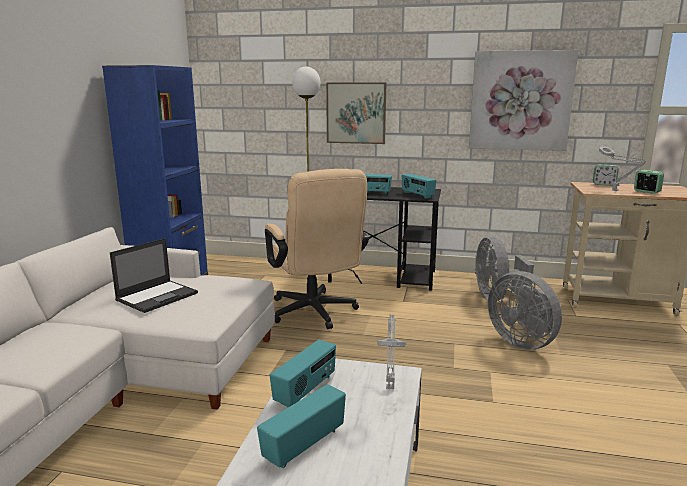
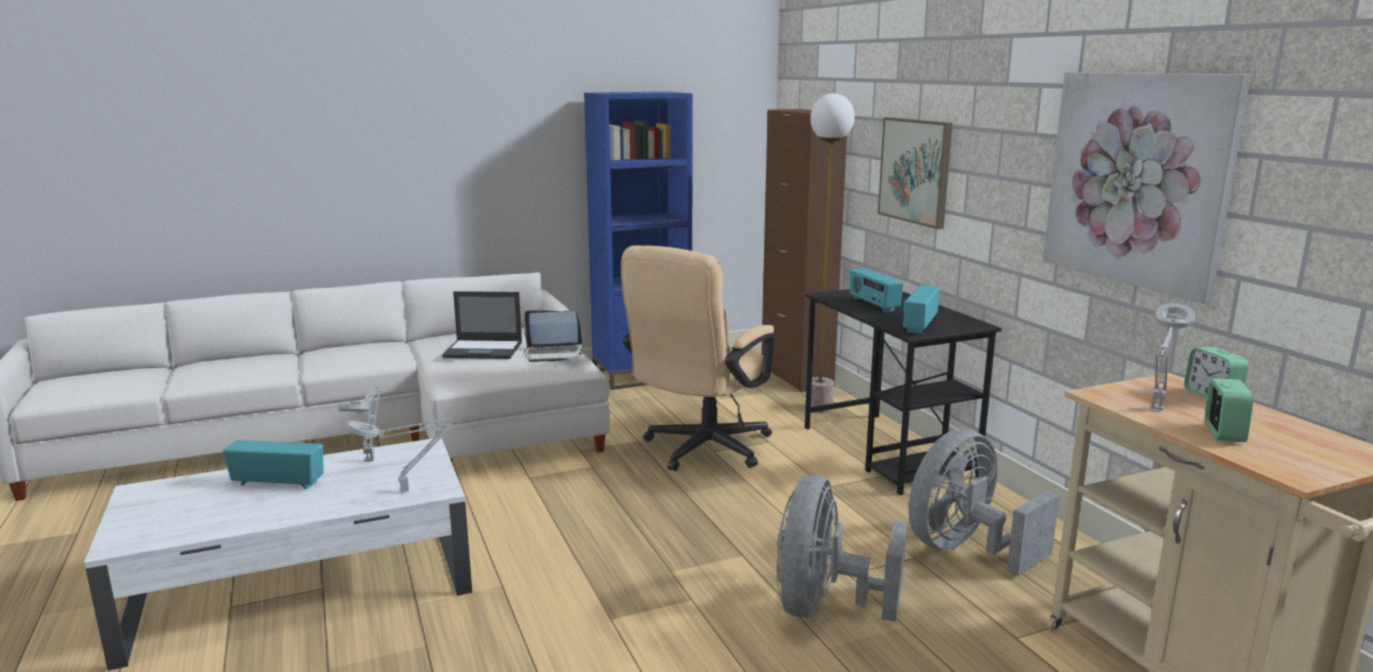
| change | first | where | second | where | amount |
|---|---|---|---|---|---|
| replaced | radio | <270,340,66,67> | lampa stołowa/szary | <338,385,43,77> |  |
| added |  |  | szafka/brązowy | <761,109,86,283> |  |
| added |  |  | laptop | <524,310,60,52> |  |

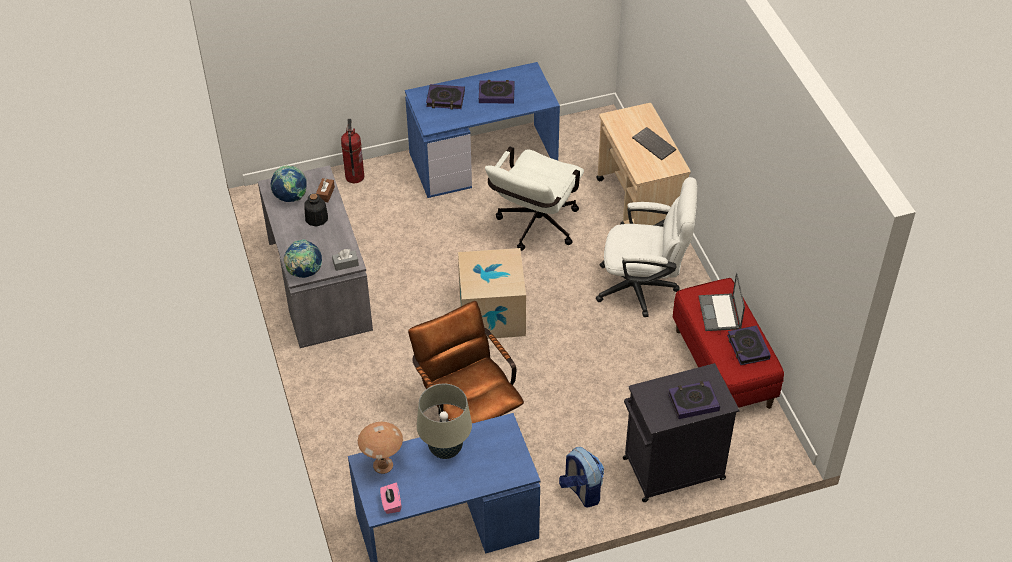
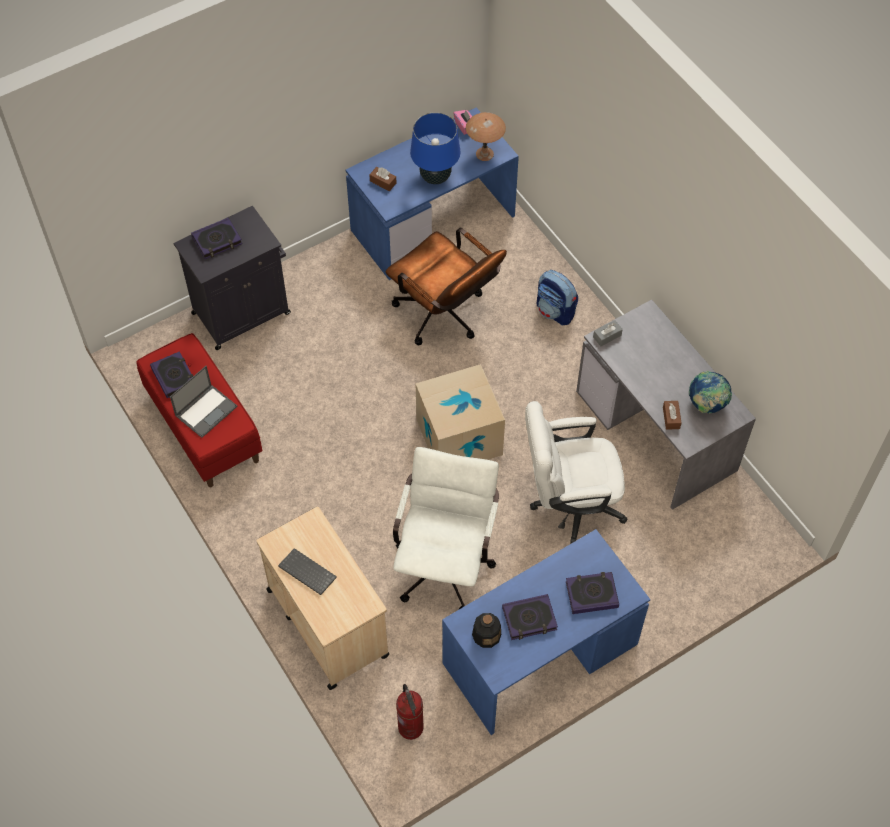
| change | first | where | second | where | amount |
|---|---|---|---|---|---|
| moved | gaśnica | <341,119,23,64> |  | <396,684,28,56> |  |
| moved | krzesło biurowe/biały | <596,177,101,140> |  | <525,401,103,142> |  |
| moved | butelka | <304,194,24,33> |  | <472,613,29,35> |  |
| removed | globus | <284,239,38,39> |  |  |  |
| turned | laptop | <699,273,46,58> |  | <170,366,67,72> | 60 degrees clockwise |
| recoloured | lampa stołowa/beżowy | <417,384,55,75> | lampa stołowa/niebieski | <410,112,50,72> |  |
| moved | plecak | <559,447,45,61> |  | <537,270,41,55> |  |
| added |  |  | pudełko chusteczek/brązowy | <369,167,27,24> |  |

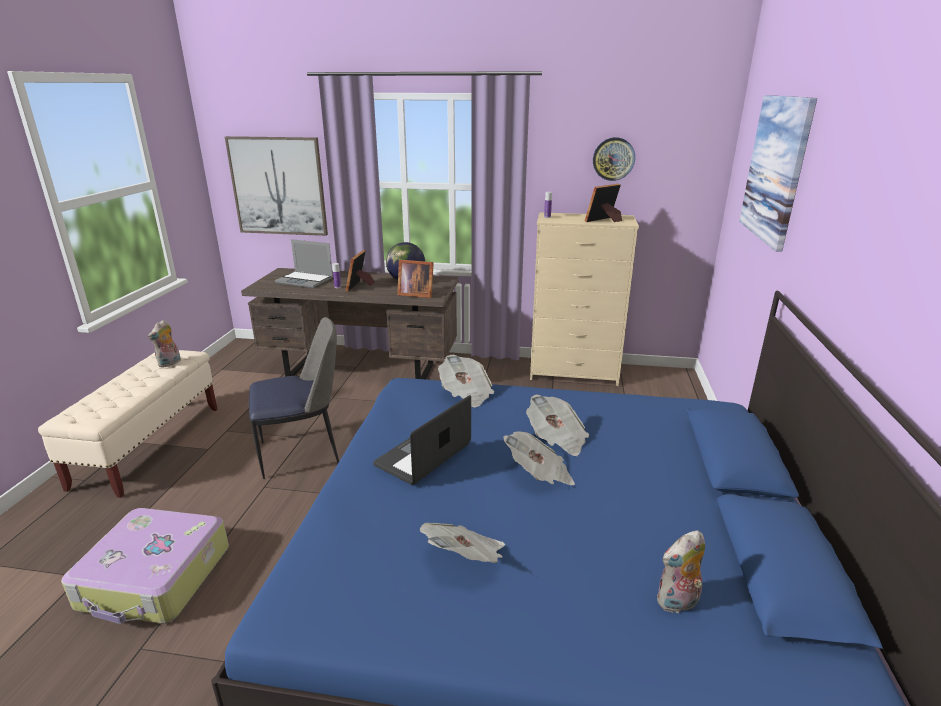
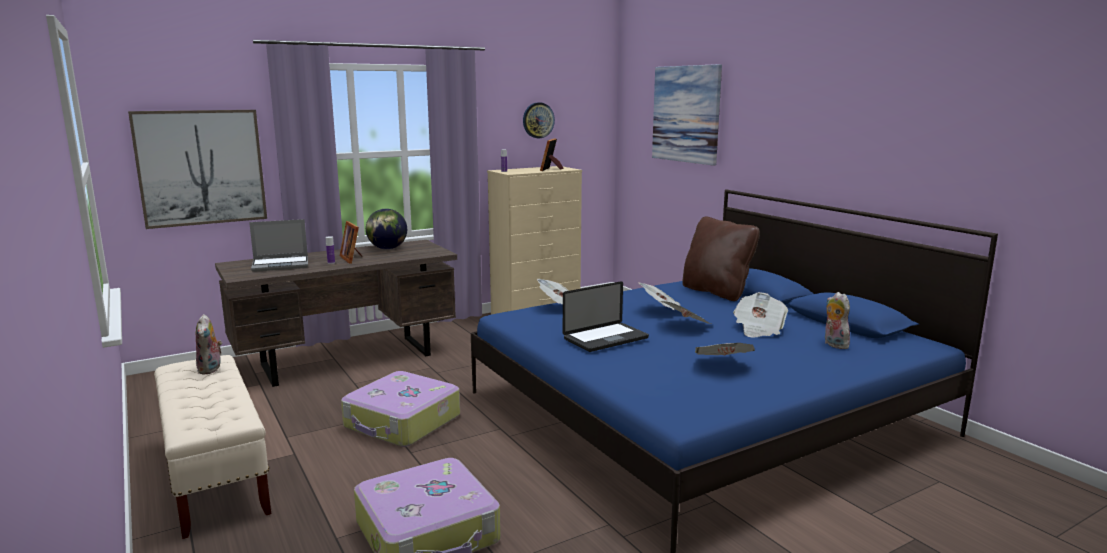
| change | first | where | second | where | amount |
|---|---|---|---|---|---|
| removed | ramka na zdjęcie | <397,260,37,38> |  |  |  |
| replaced | krzesło | <249,317,90,162> | walizka | <341,371,119,76> |  |
| turned | laptop | <373,395,98,90> |  | <563,281,86,71> | 120 degrees counterclockwise |
| turned | pluszak | <657,530,48,83> |  | <824,292,26,57> | 135 degrees clockwise |
| added |  |  | poduszka/brązowy | <683,216,77,85> |  |
| added |  |  | gazeta | <733,292,55,46> |  |

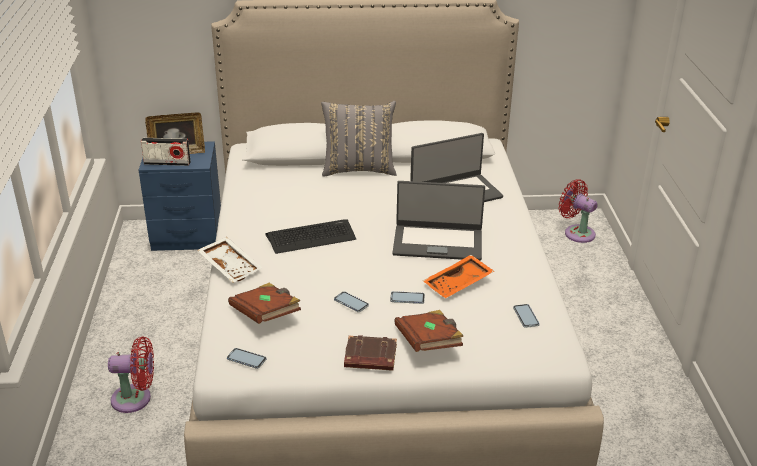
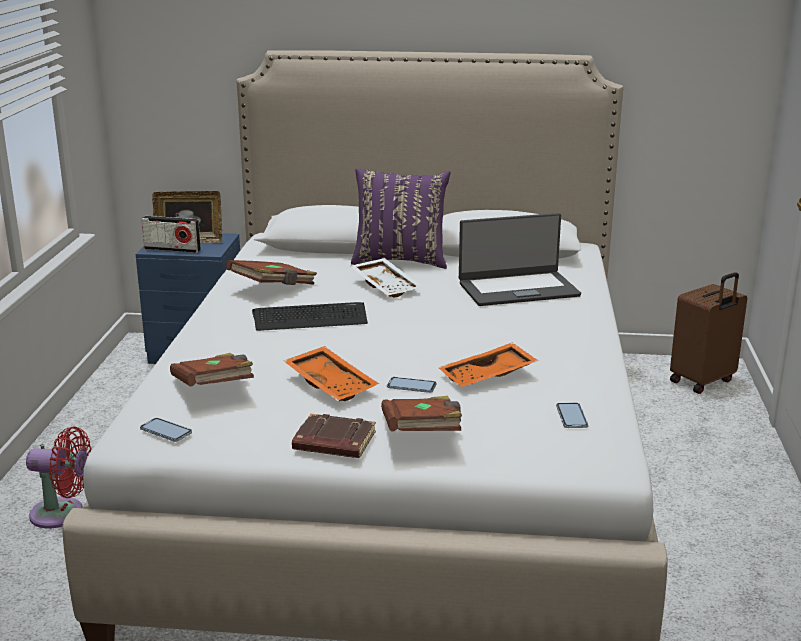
| change | first | where | second | where | amount |
|---|---|---|---|---|---|
| recoloured | poduszka/szary | <321,101,76,76> | poduszka/fioletowy | <351,168,99,101> |  |
| replaced | wentylator/czerwony | <559,179,39,64> | walizka/brązowy | <670,272,77,122> |  |
| removed | laptop | <392,181,93,80> |  |  |  |
| moved | taca/biały | <197,237,66,46> |  | <350,258,72,40> |  |
| replaced | telefon | <334,291,35,21> | taca/pomarańczowy | <284,346,95,55> |  |
| added |  |  | książka/brązowy | <226,260,91,25> |  |

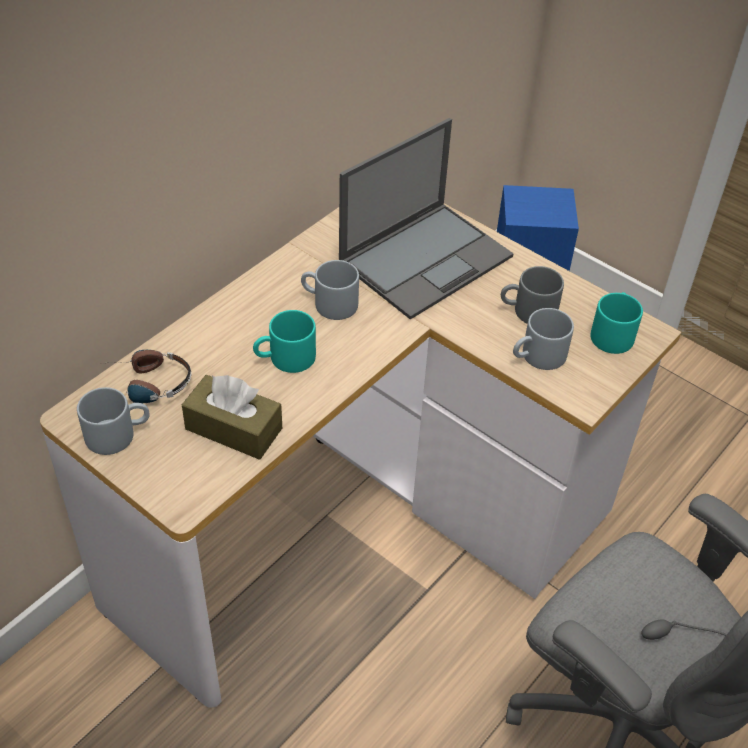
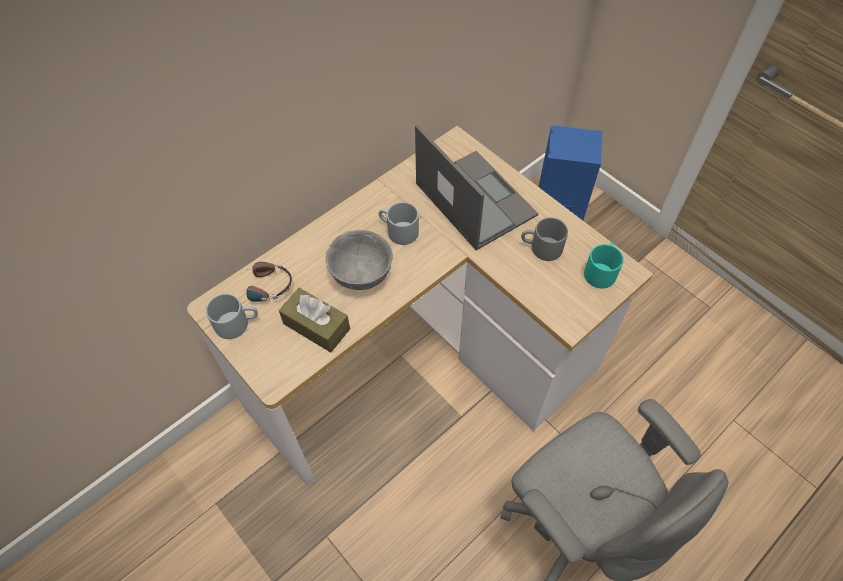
| change | first | where | second | where | amount |
|---|---|---|---|---|---|
| turned | laptop | <339,118,175,202> |  | <415,125,124,125> | 90 degrees counterclockwise |
| removed | kubek/szary | <513,308,61,62> |  |  |  |
| replaced | kubek/turkusowy | <253,310,63,63> | miska/szary | <326,230,67,60> |  |

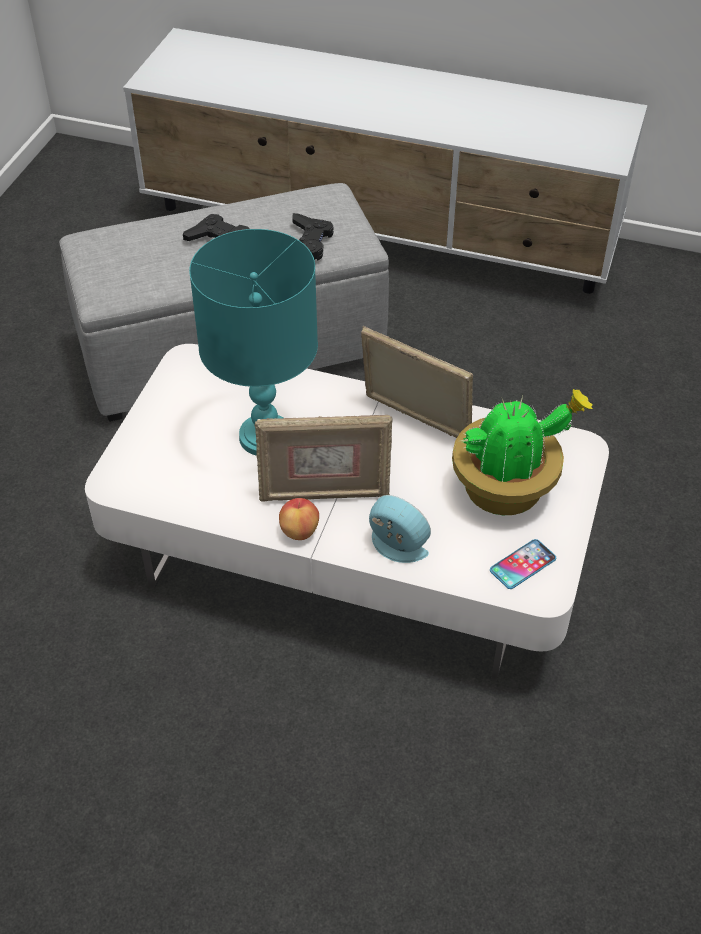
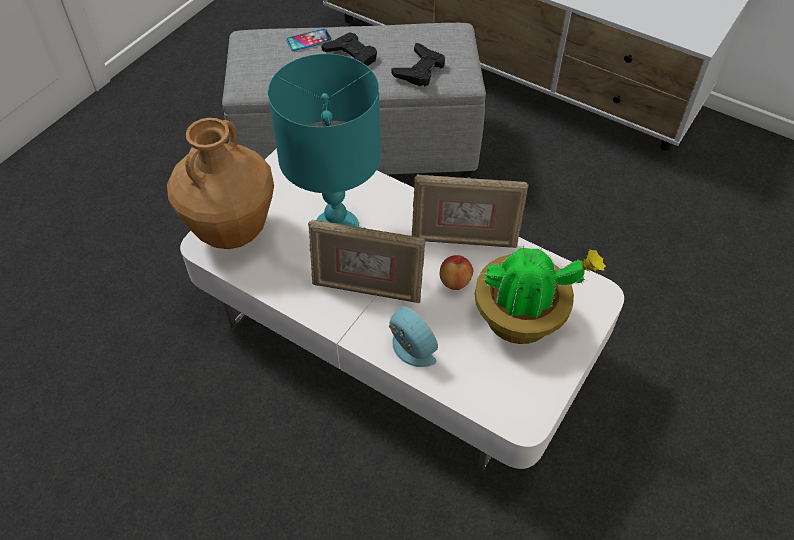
| change | first | where | second | where | amount |
|---|---|---|---|---|---|
| turned | ramka na zdjęcie | <361,326,112,112> |  | <412,174,117,74> | 135 degrees clockwise |
| moved | jabłko | <279,498,40,42> |  | <440,255,33,35> |  |
| moved | telefon | <490,539,66,50> |  | <286,29,46,22> |  |
| added |  |  | wazon/brązowy | <167,118,107,131> |  |

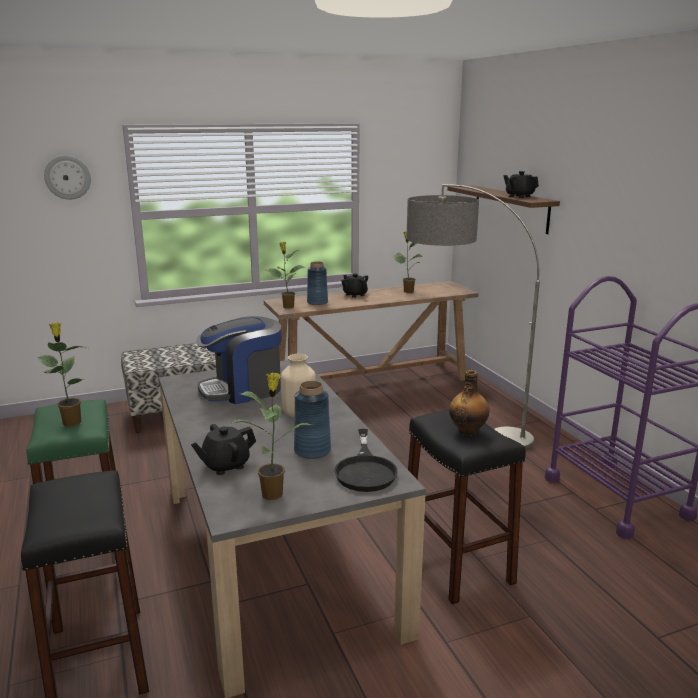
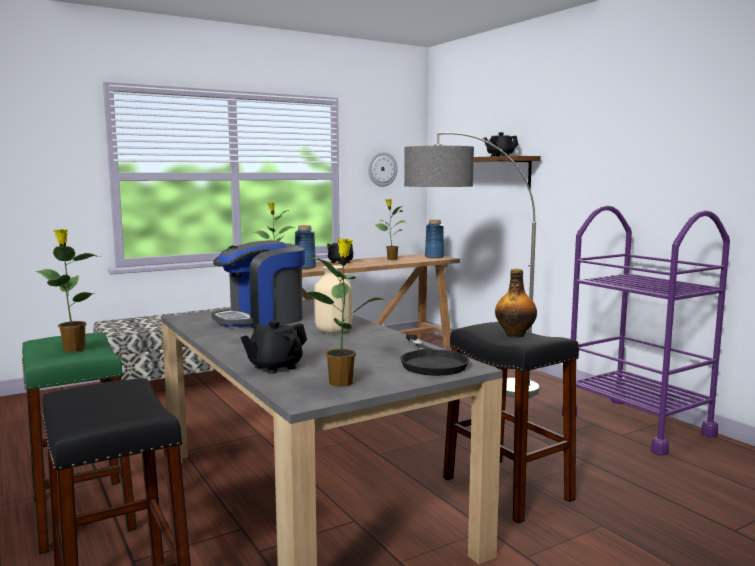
| change | first | where | second | where | amount |
|---|---|---|---|---|---|
| moved | zegar ścienny | <44,155,47,45> |  | <368,152,30,35> |  |
| moved | wazon/niebieski | <294,381,37,78> |  | <425,220,19,38> |  |

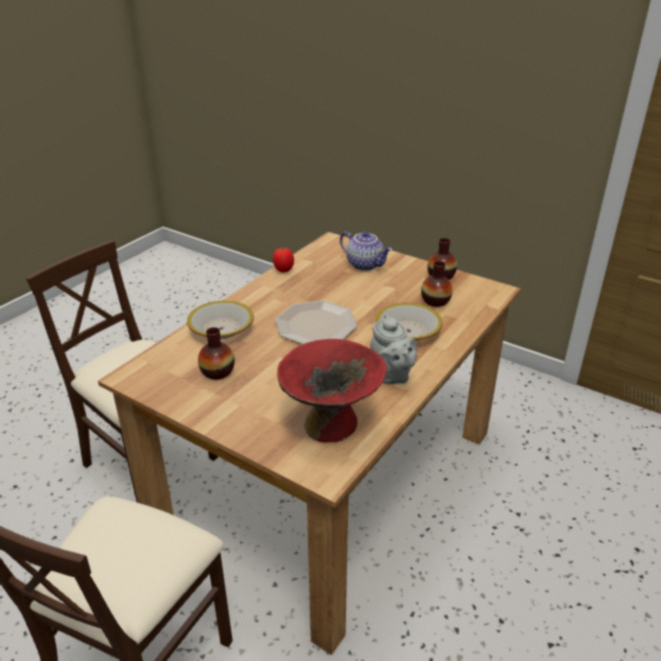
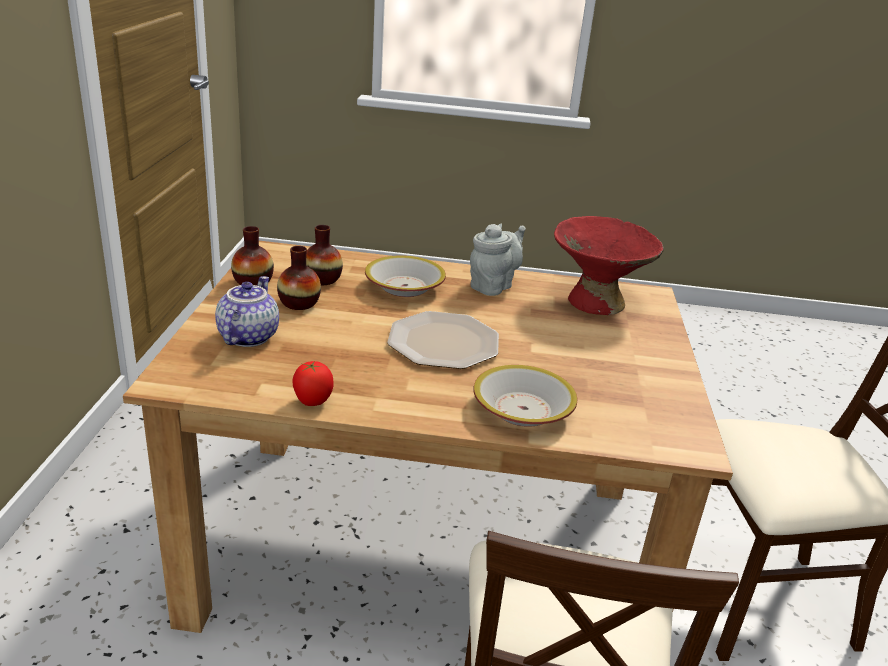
| change | first | where | second | where | amount |
|---|---|---|---|---|---|
| moved | wazon | <198,327,37,53> |  | <277,246,44,64> |  |

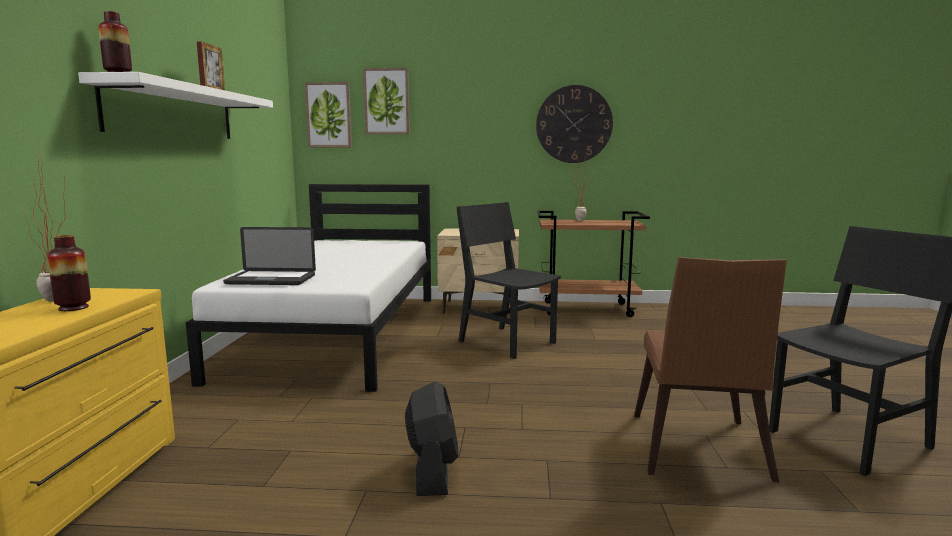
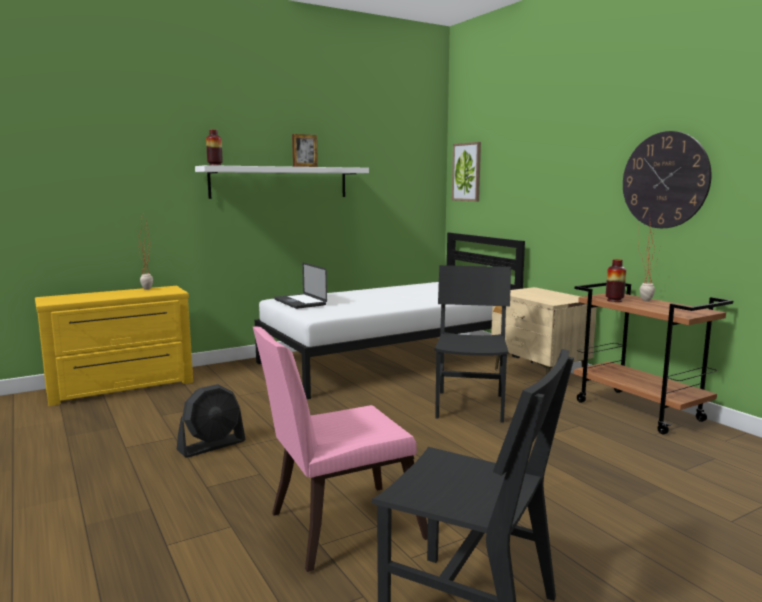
| change | first | where | second | where | amount |
|---|---|---|---|---|---|
| removed | obraz | <363,68,47,66> |  |  |  |
| moved | wazon | <47,235,44,76> |  | <606,259,20,43> |  |
| recoloured | krzesło/brązowy | <634,257,153,226> | krzesło/różowy | <253,326,175,246> |  |

